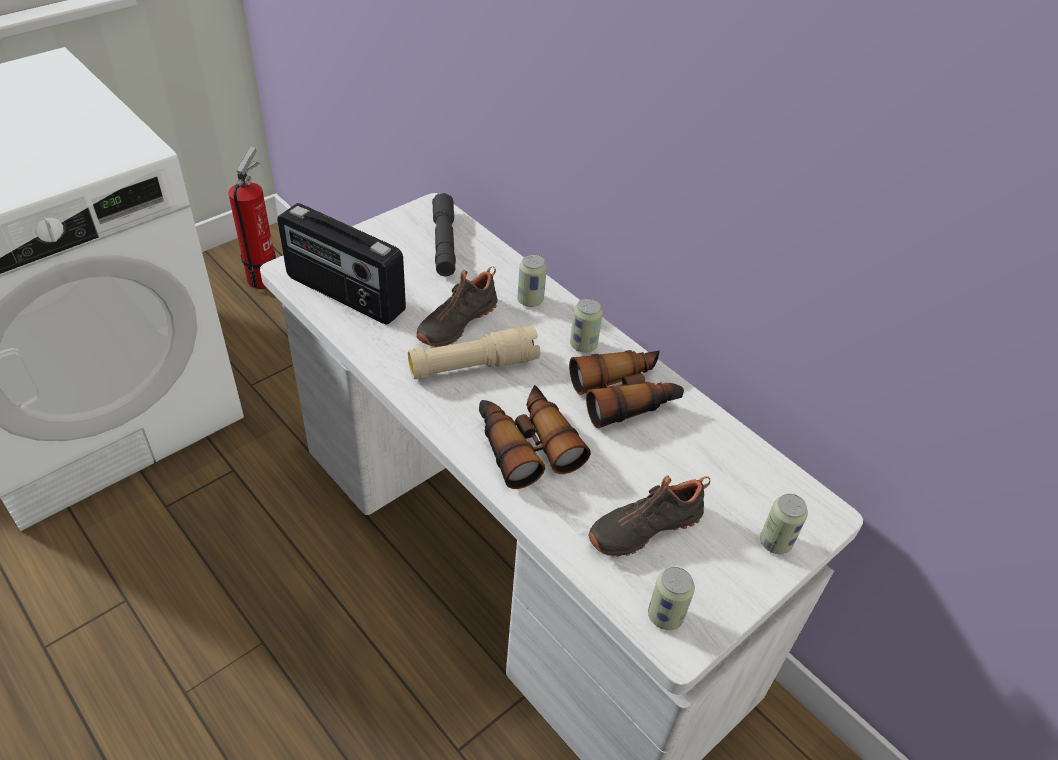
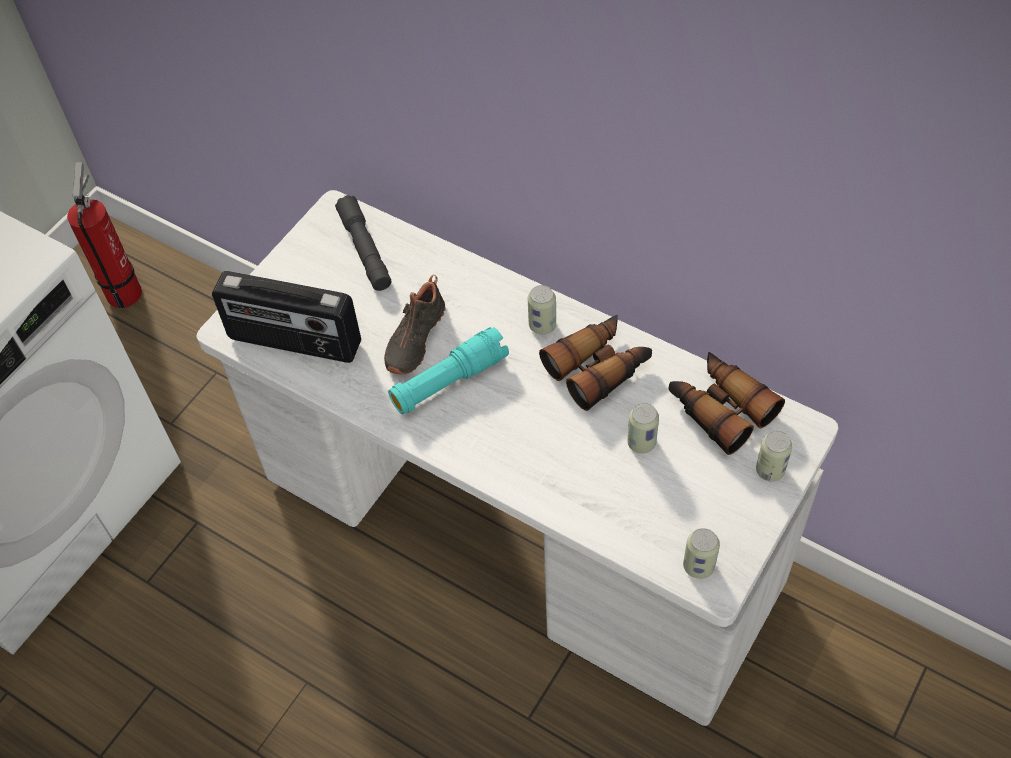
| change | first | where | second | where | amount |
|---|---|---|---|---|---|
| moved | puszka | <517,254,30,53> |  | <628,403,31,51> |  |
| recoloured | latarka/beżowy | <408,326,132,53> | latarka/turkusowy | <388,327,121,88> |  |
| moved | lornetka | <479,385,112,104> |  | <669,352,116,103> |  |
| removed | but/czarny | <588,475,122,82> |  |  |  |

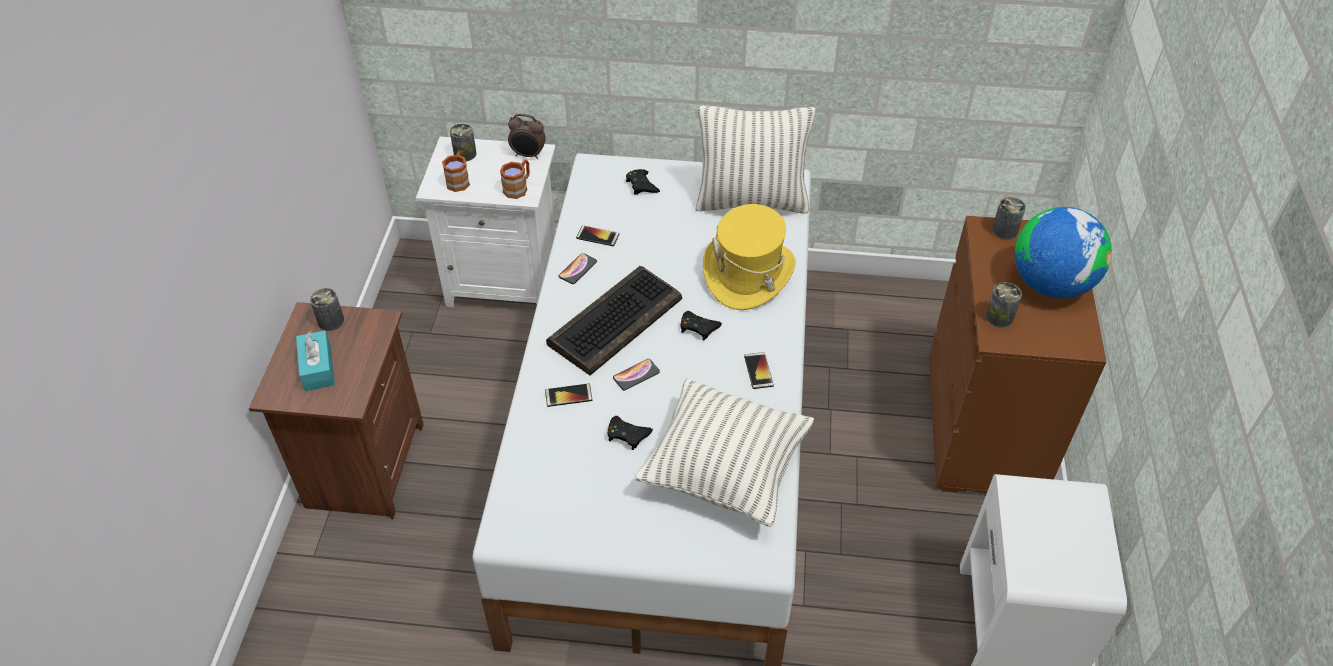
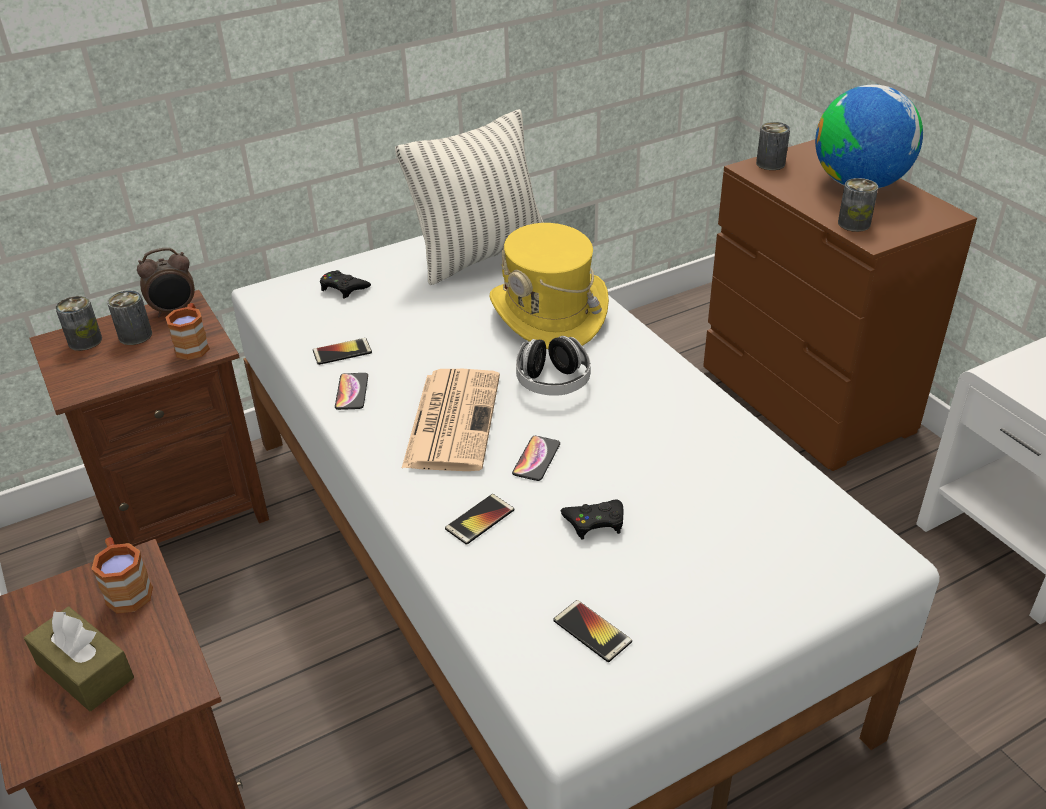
| change | first | where | second | where | amount |
|---|---|---|---|---|---|
| recoloured | szafka nocna/biały | <416,137,140,170> | szafka nocna/brązowy | <29,290,240,256> |  |
| moved | kubek/brązowy | <442,151,28,41> |  | <92,537,61,77> |  |
| replaced | klawiatura | <546,266,136,109> | gazeta | <402,369,98,102> |  |
| moved | puszka | <310,288,34,43> |  | <107,290,45,55> |  |
| replaced | pad do gier/czarny | <680,311,42,30> | słuchawki | <516,336,75,60> |  |
| recoloured | pudełko chusteczek/turkusowy | <296,331,39,60> | pudełko chusteczek/brązowy | <24,607,110,104> |  |
| moved | telefon | <744,352,30,37> |  | <553,600,79,62> |  |
| removed | poduszka | <635,378,179,149> |  |  |  |

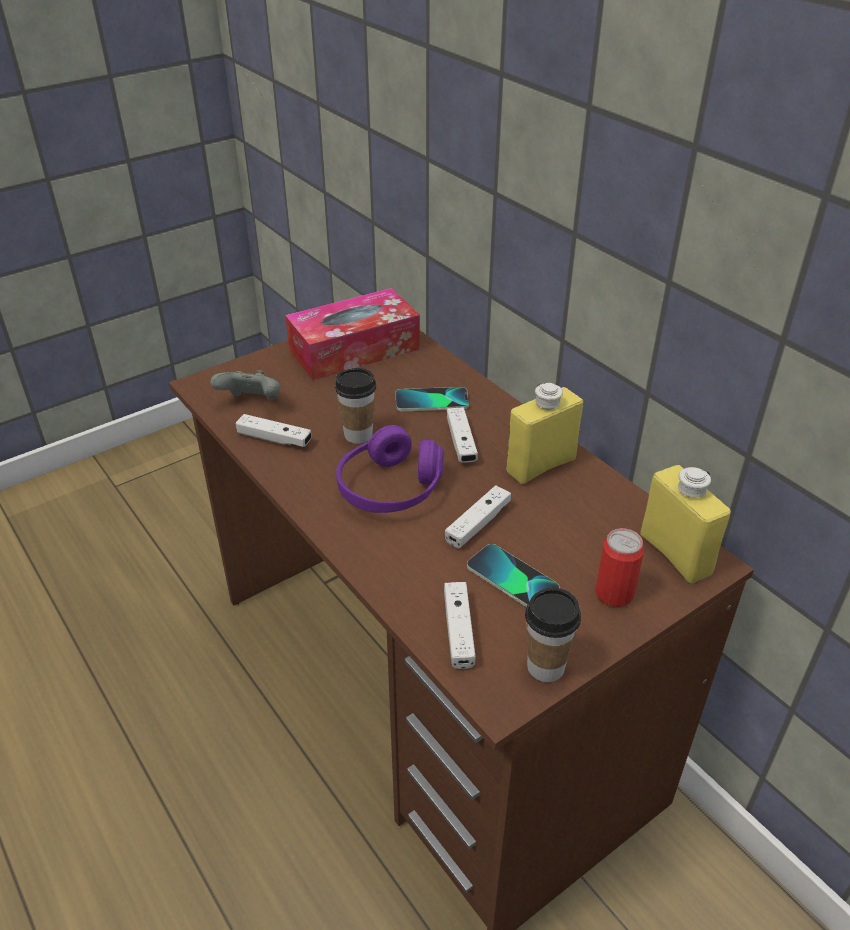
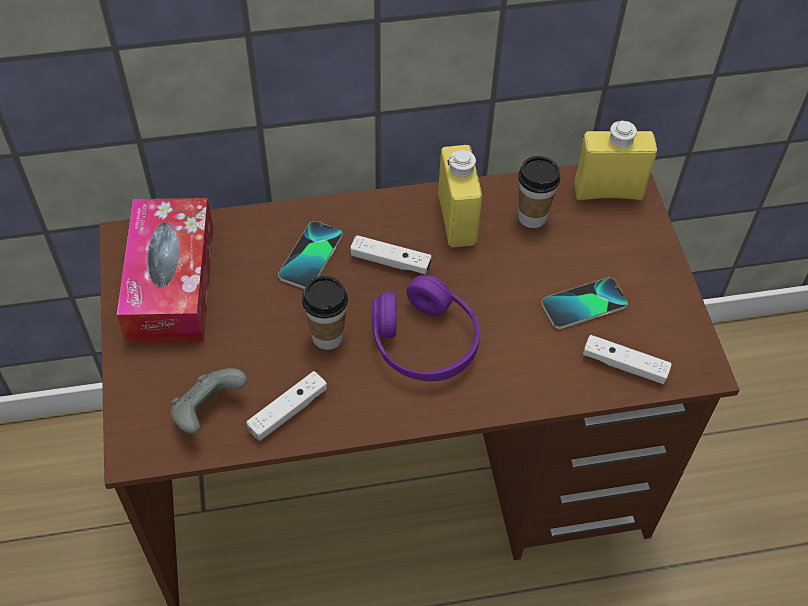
| change | first | where | second | where | amount |
|---|---|---|---|---|---|
| removed | pad do gier/biały | <445,486,66,63> |  |  |  |
| removed | puszka | <595,528,49,79> |  |  |  |
| moved | filiżanka | <525,588,56,94> |  | <518,156,43,72> |  |

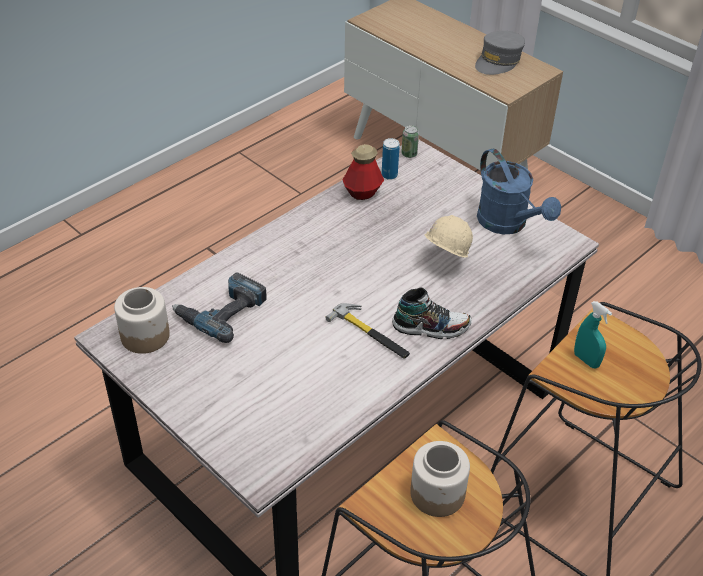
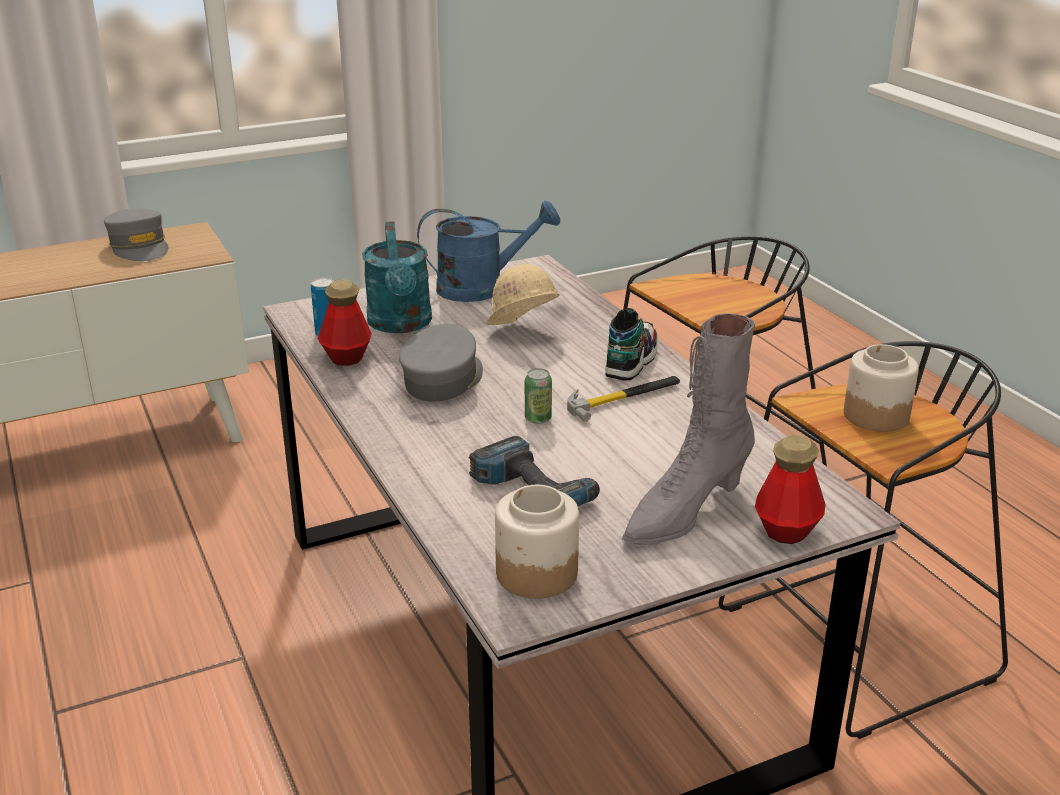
| change | first | where | second | where | amount |
|---|---|---|---|---|---|
| moved | puszka | <401,125,18,33> |  | <525,368,27,56> |  |
| removed | spryskiwacz/turkusowy | <574,301,38,67> |  |  |  |
| added |  |  | konewka/turkusowy | <362,221,70,112> |  |
| added |  |  | but z cholewką/szary | <622,313,133,232> |  |
| added |  |  | czapka z daszkiem/szary | <399,324,84,78> |  |
| added |  |  | butelka | <755,435,71,109> |  |

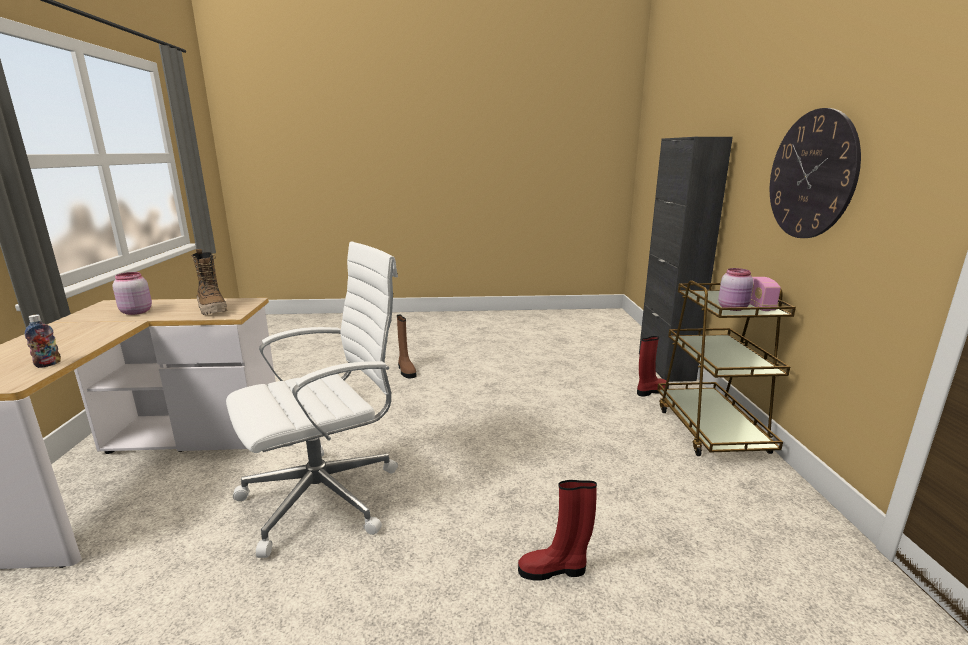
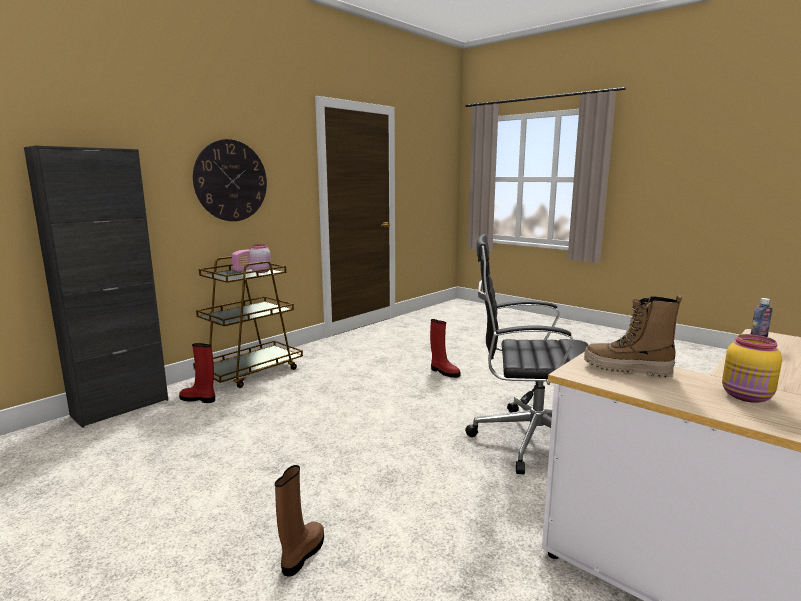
| change | first | where | second | where | amount |
|---|---|---|---|---|---|
| recoloured | krzesło biurowe/biały | <226,241,172,317> | krzesło biurowe/czarny | <465,234,123,241> |  |
| turned | but z cholewką | <192,249,35,66> |  | <584,295,98,83> | 75 degrees counterclockwise |
| recoloured | słoik/różowy | <112,272,40,43> | słoik/żółty | <722,334,60,69> |  |

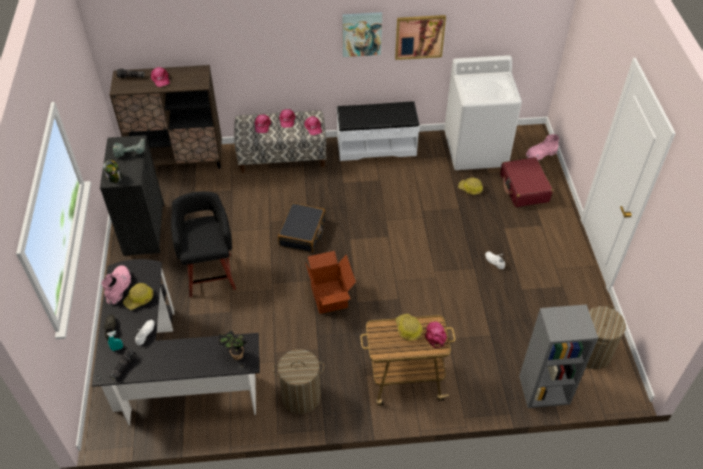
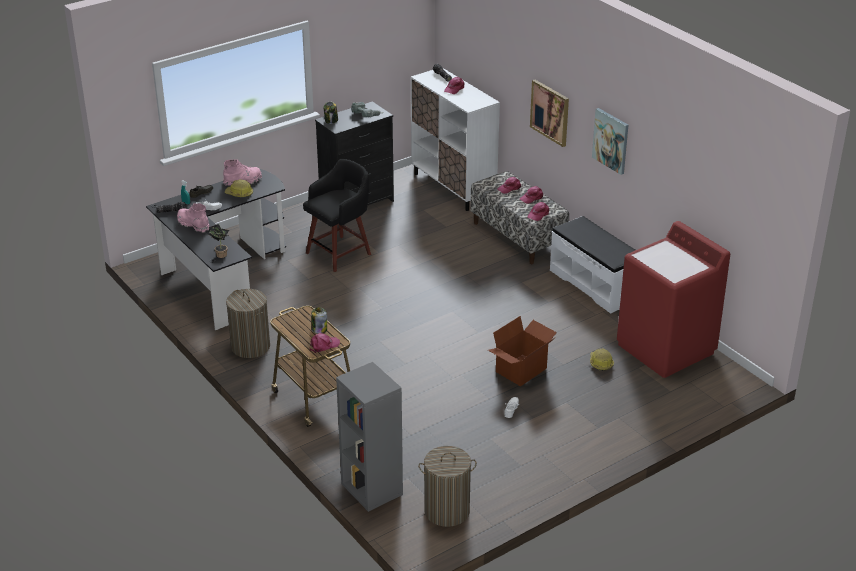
| change | first | where | second | where | amount |
|---|---|---|---|---|---|
| moved | obraz | <395,15,51,45> |  | <530,80,39,67> |  |
| recoloured | pralka/biały | <444,55,78,115> | pralka/czerwony | <617,221,113,157> |  |
| recoloured | szafka/brązowy | <110,65,112,104> | szafka/biały | <411,68,89,143> |  |
| moved | but z cholewką/różowy | <526,134,33,27> |  | <177,203,33,30> |  |
| removed | walizka/czerwony | <500,157,53,50> |  |  |  |
| removed | walizka/czarny | <278,203,48,50> |  |  |  |
| moved | karton | <305,251,51,63> |  | <488,316,69,70> |  |
| replaced | kask | <396,314,27,27> | słoik | <311,307,16,27> |  |

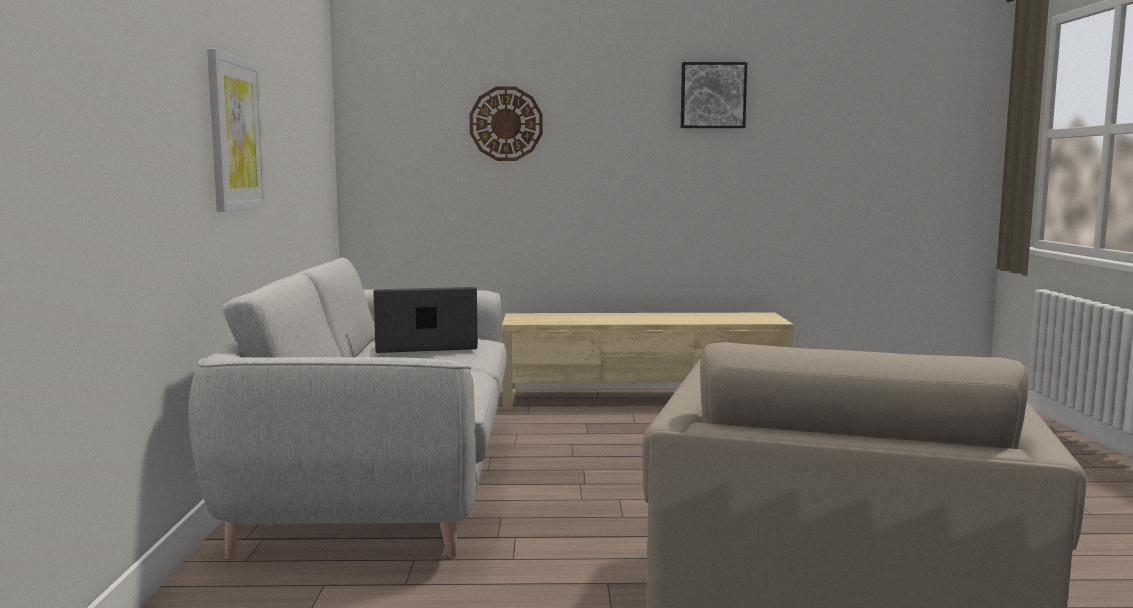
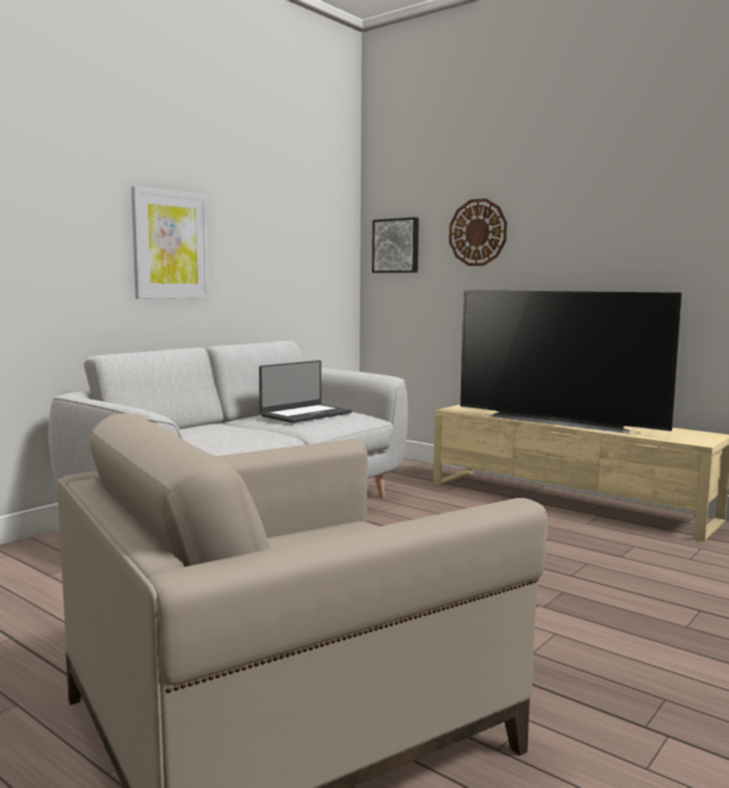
| change | first | where | second | where | amount |
|---|---|---|---|---|---|
| moved | obraz | <681,62,66,66> |  | <372,217,47,56> |  |
| turned | laptop | <373,287,105,66> |  | <259,360,93,63> | 105 degrees clockwise |
| added |  |  | telewizor | <460,290,222,143> |  |

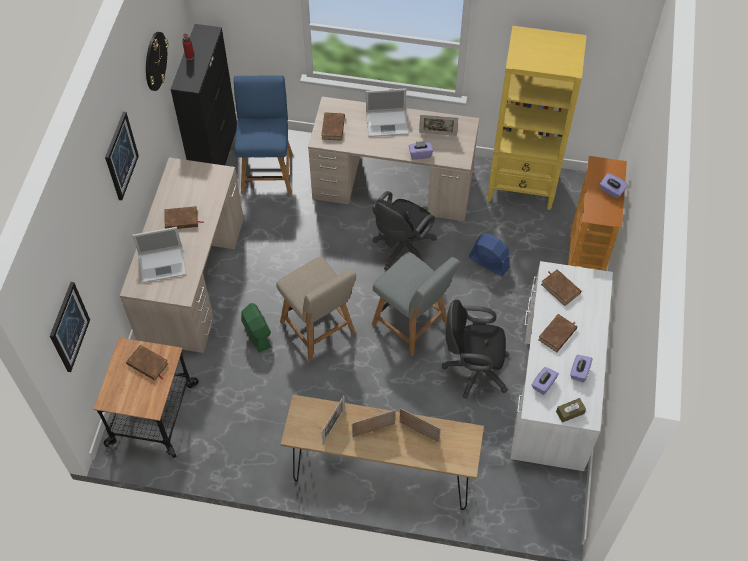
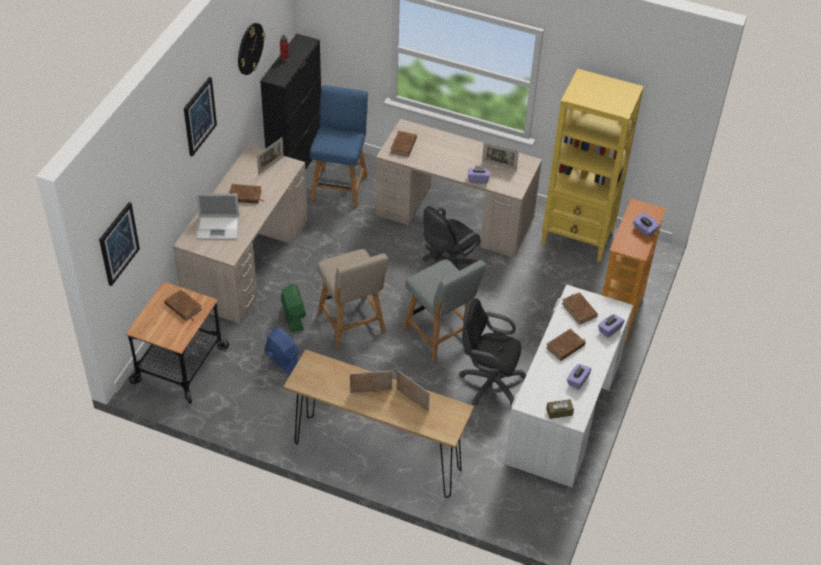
| change | first | where | second | where | amount |
|---|---|---|---|---|---|
| removed | laptop | <366,88,43,49> |  |  |  |
| moved | wentylator/niebieski | <469,233,41,43> |  | <265,328,34,47> |  |
| moved | pudełko chusteczek/fioletowy | <532,367,27,28> |  | <598,314,27,24> |  |
| moved | ramka na zdjęcie | <321,395,24,50> |  | <257,137,27,38> |  |

